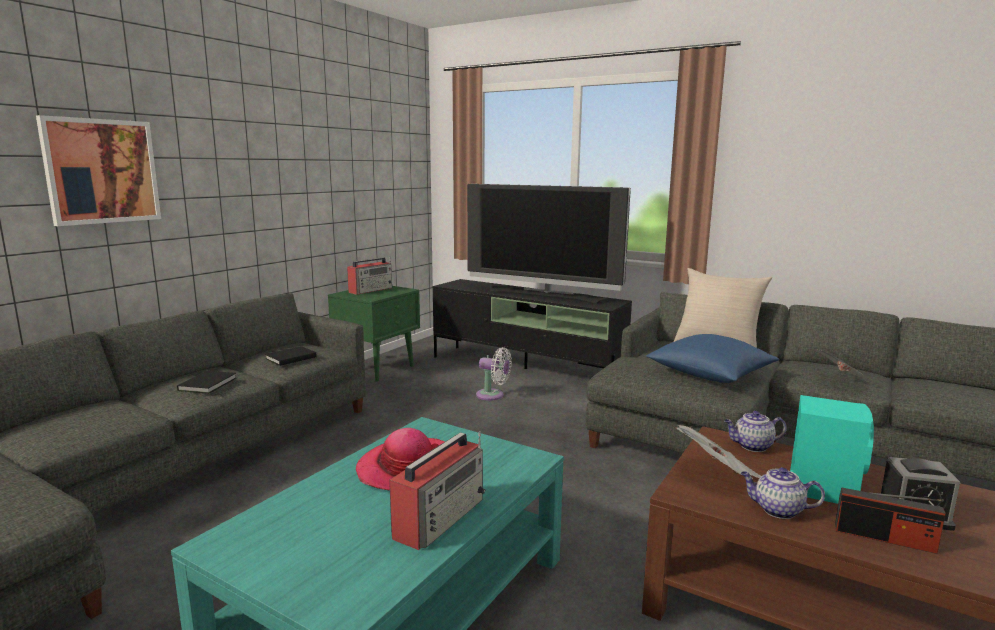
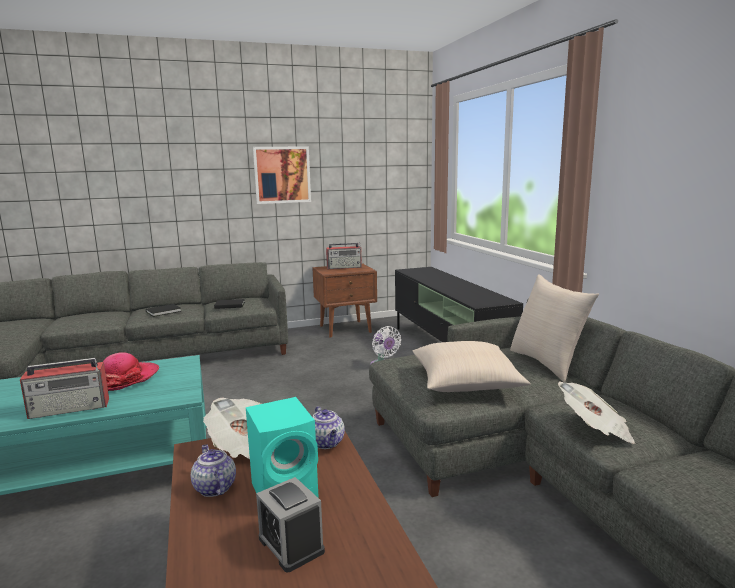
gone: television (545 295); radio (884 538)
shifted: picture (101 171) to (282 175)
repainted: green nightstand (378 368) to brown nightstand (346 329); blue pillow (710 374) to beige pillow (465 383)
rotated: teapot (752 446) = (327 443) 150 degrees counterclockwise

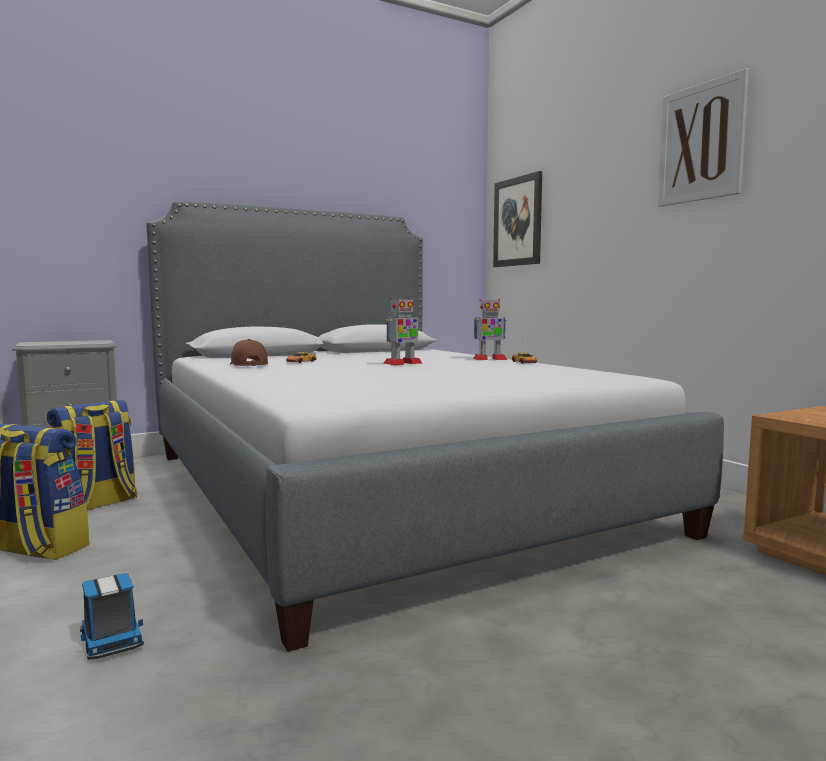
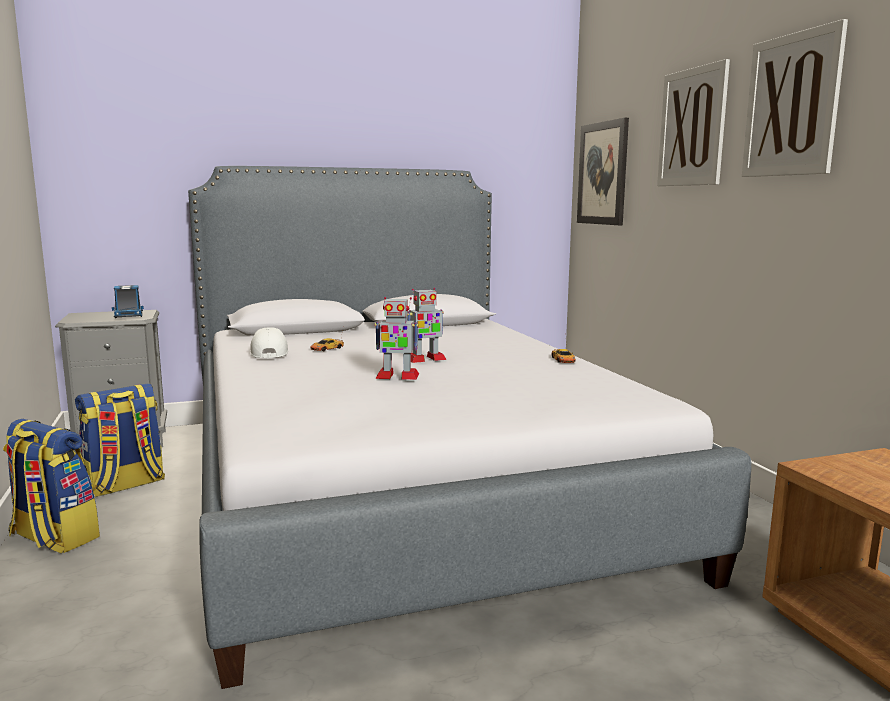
new: picture (692 127)
shifted: toy truck (111 640) to (128 316); toy robot (489 359) to (397 376)
repainted: brown cap (248 364) to white cap (269 353)

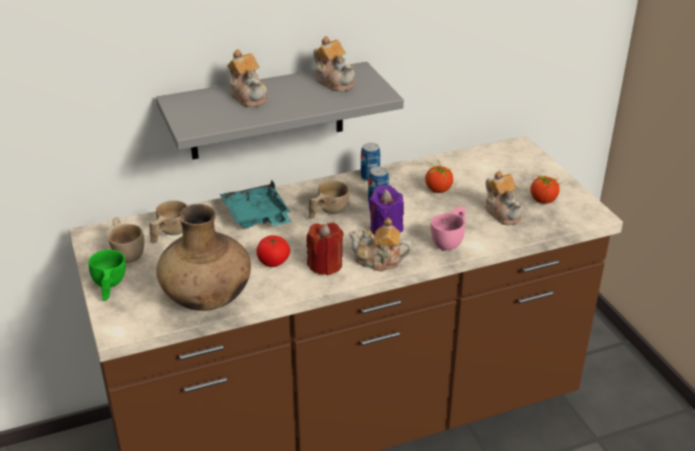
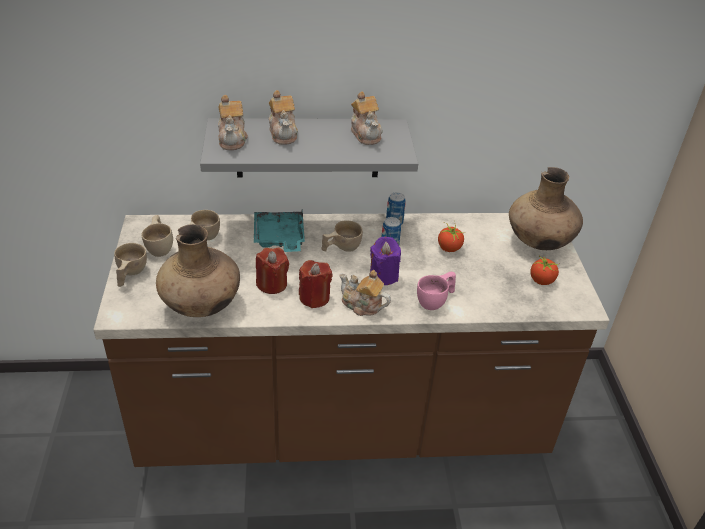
new: brown vase (539 241)
shifted: teapot (502 212) to (232 139)
swapped: tomato (273 262) to red candle (272 284)
repainted: green cup (108 287) to beige cup (129 274)

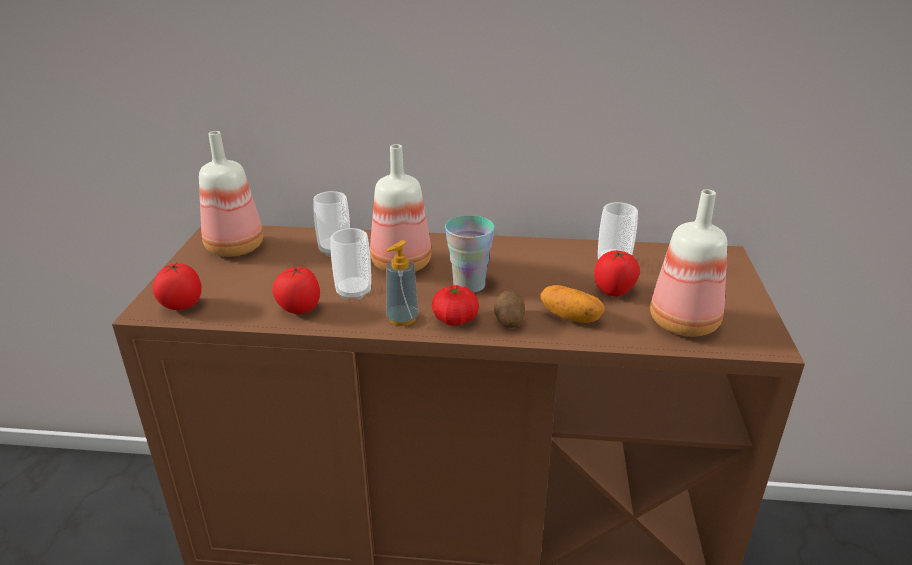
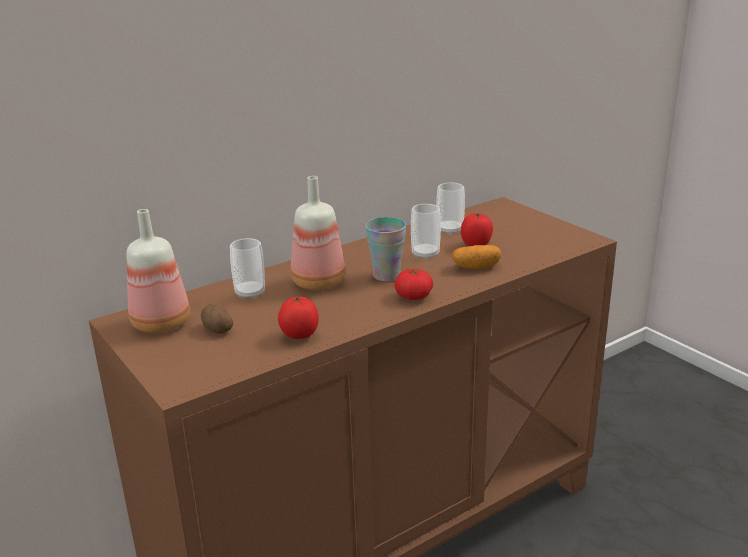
gone: tomato (181 306); soap dispenser (402 318); bottle (685 323)
shifted: potato (508 320) to (217 329); cup (353 292) to (425 255)

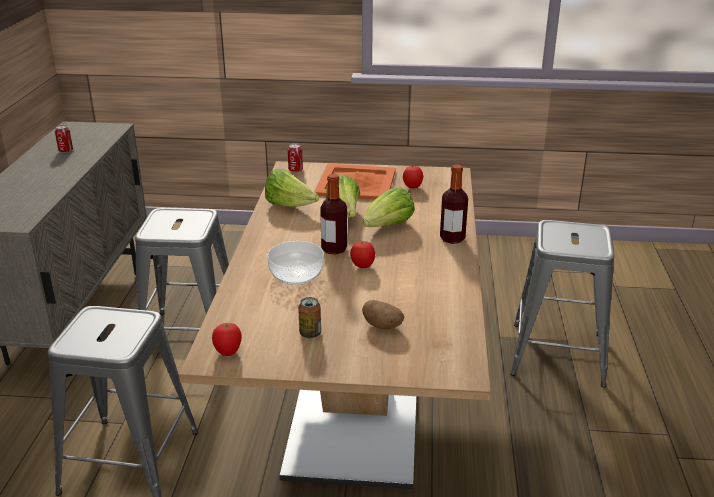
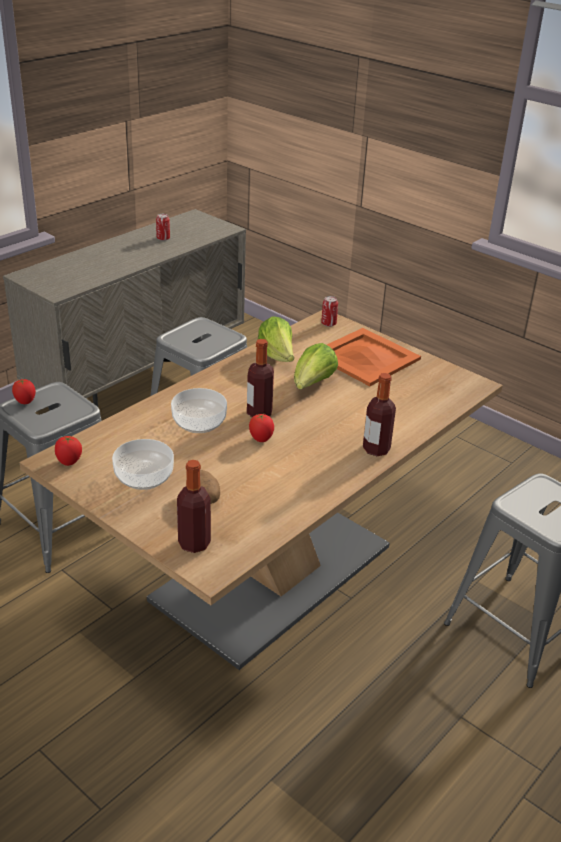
gone: lettuce (388 227)
new: bottle (194 543)
shifted: tomato (412 187) to (25 402)
swapped: can (310 333) to bowl (143 477)

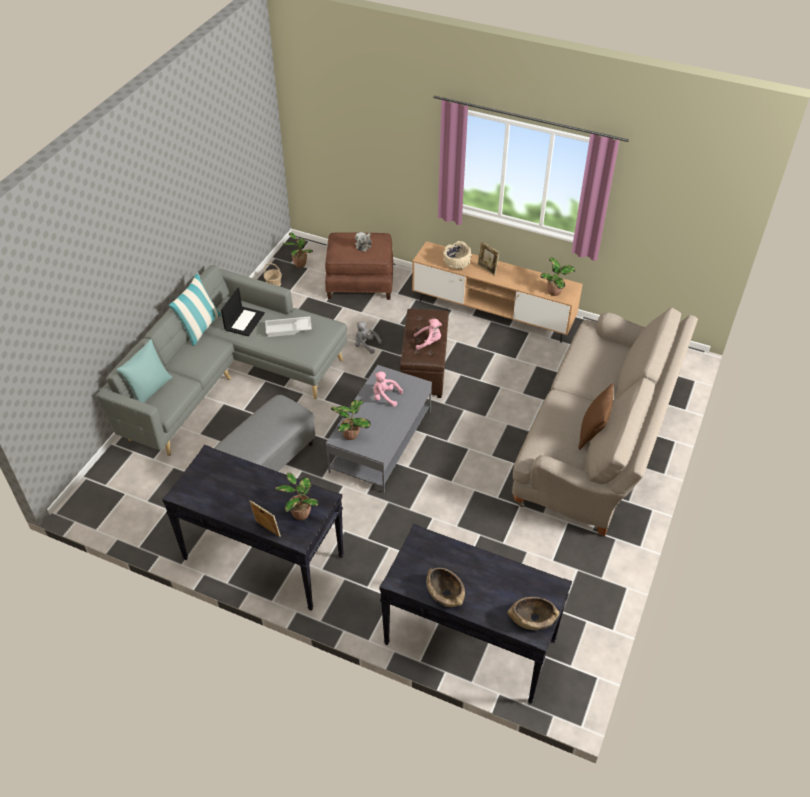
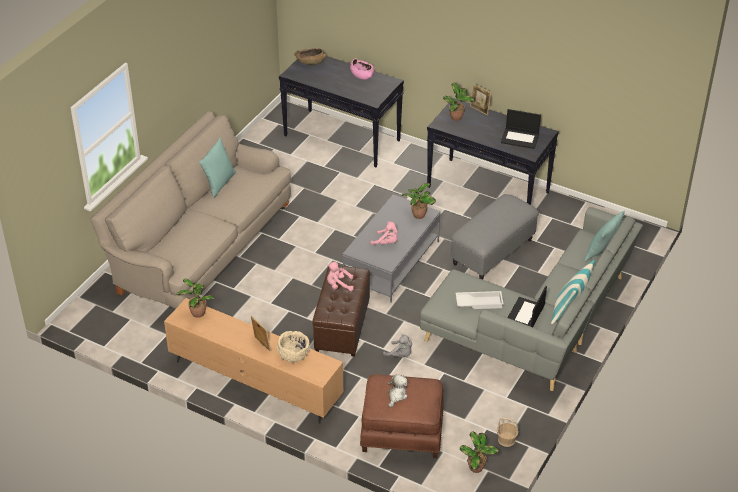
new: laptop (520 138)
repainted: brown pillow (592 433) to turquoise pillow (219 183); brown bowl (445 593) to pink bowl (361 75)

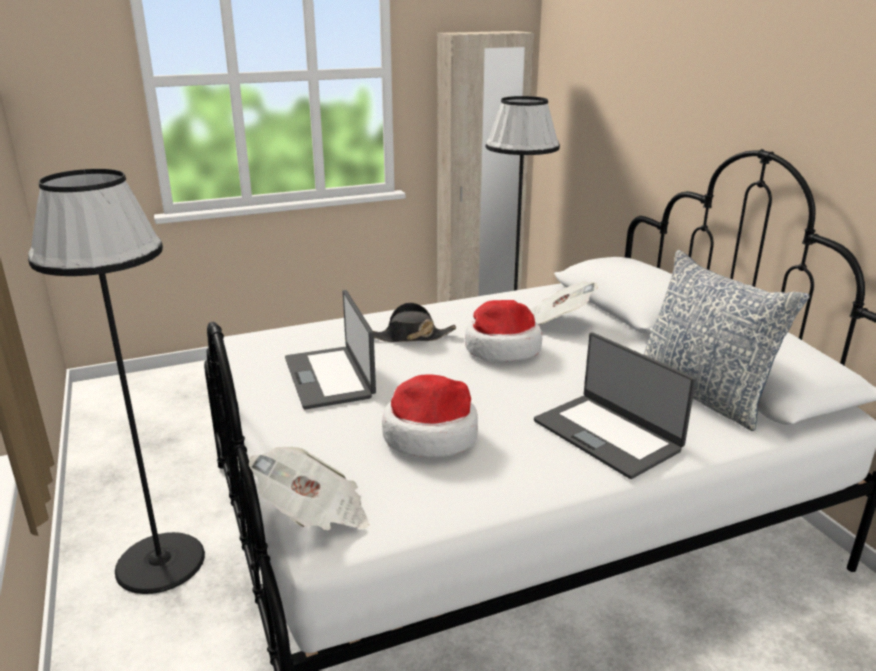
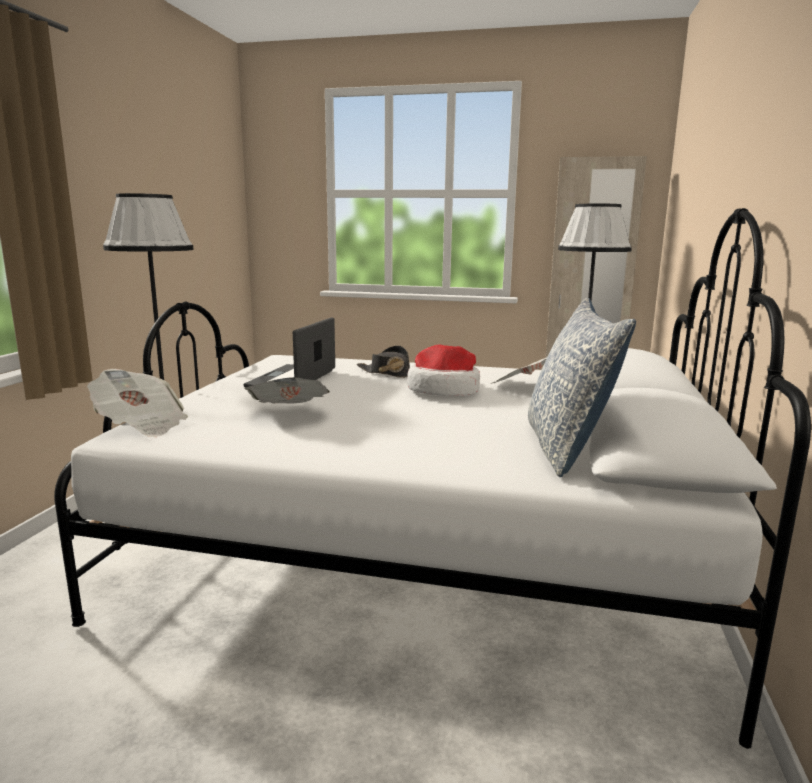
gone: laptop (607 435)
swapped: hat (430 435) to newspaper (289 414)

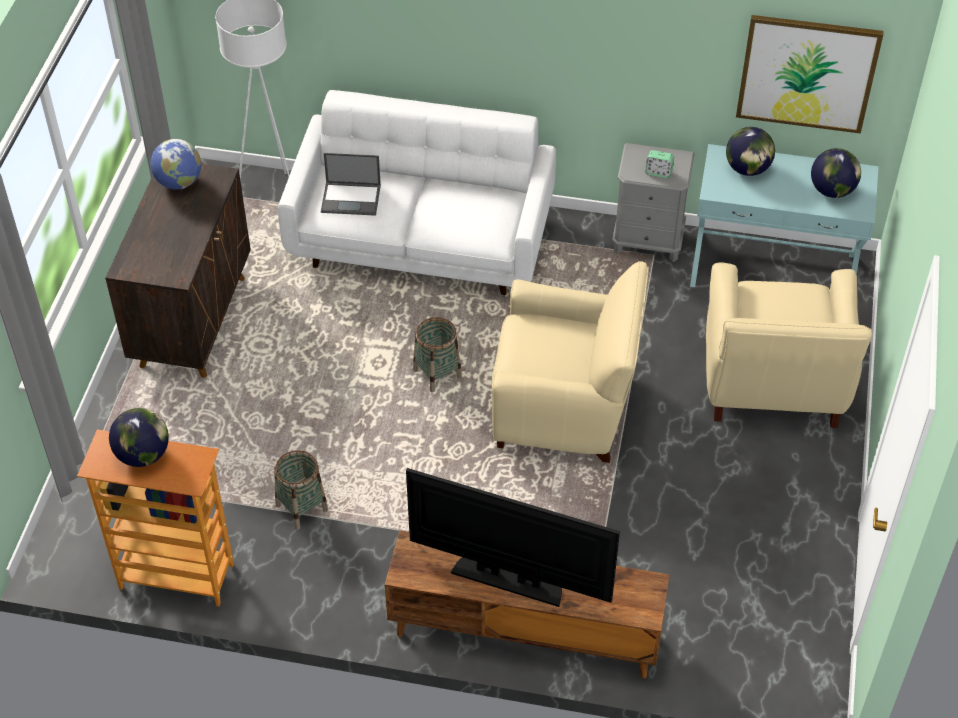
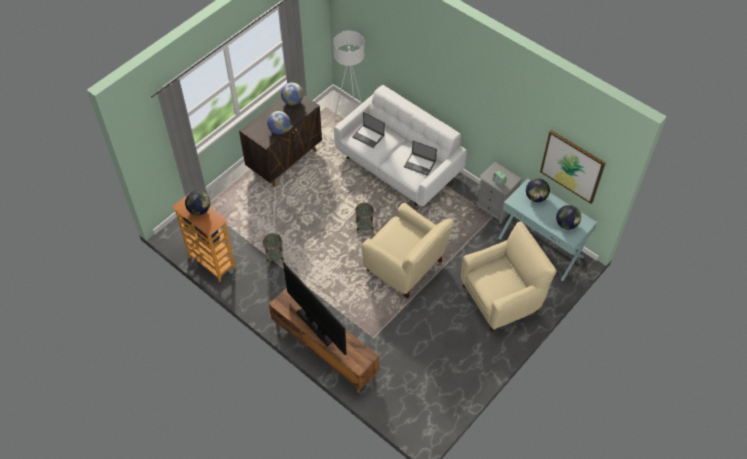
new: globe (279 130); laptop (420 164)
rotated: beige armchair (772 384) = (502 298) 150 degrees counterclockwise

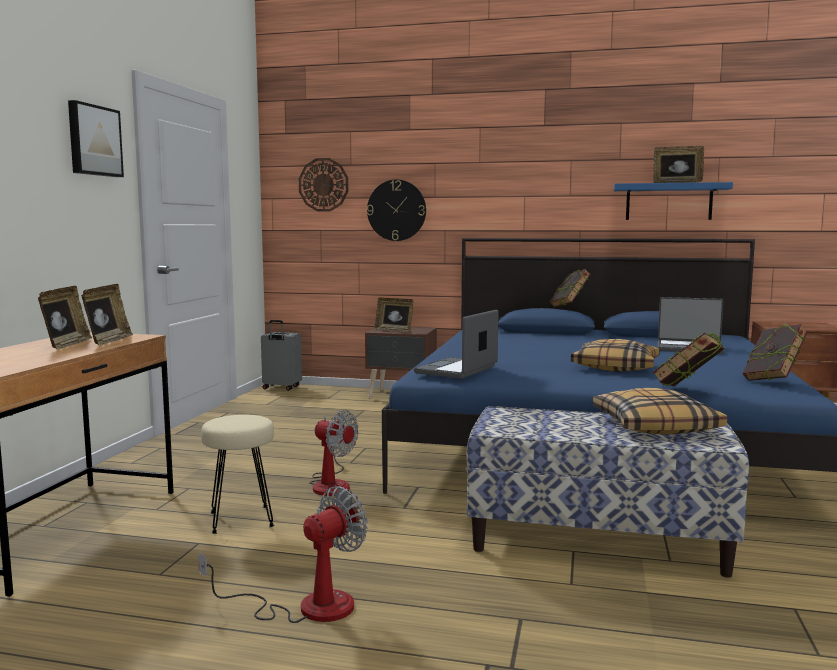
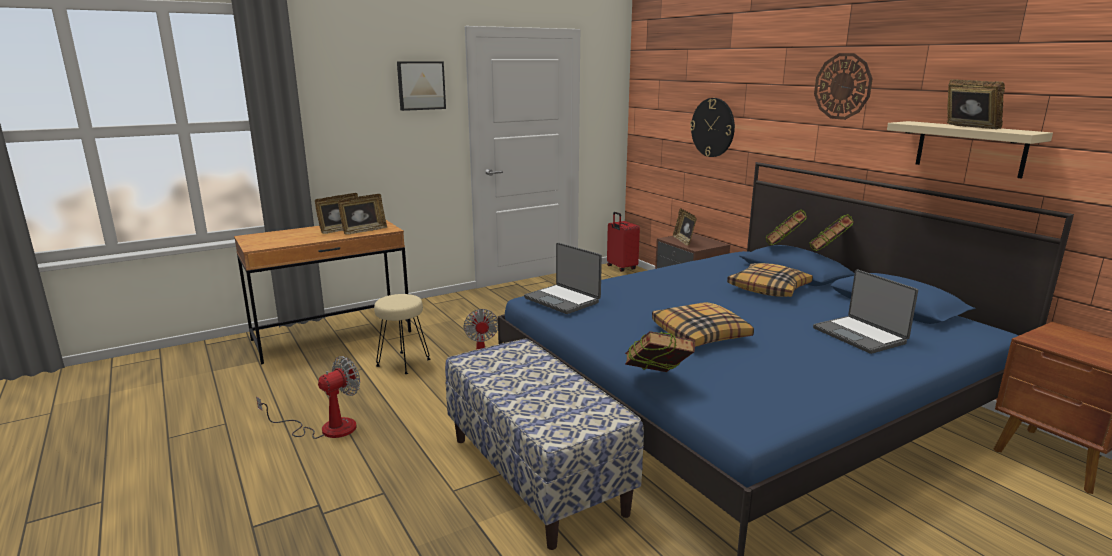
shifted: pillow (655 426) to (769 289); book (772 381) to (783 247); wall clock (323 185) to (843 86)
repainted: grey suitcase (281 388) to red suitcase (621 268); blue shelf (668 202) to beige shelf (970 148)
rotated: fan (306 606) = (326 428) 45 degrees counterclockwise; laptop (458 370) = (563 300) 120 degrees counterclockwise

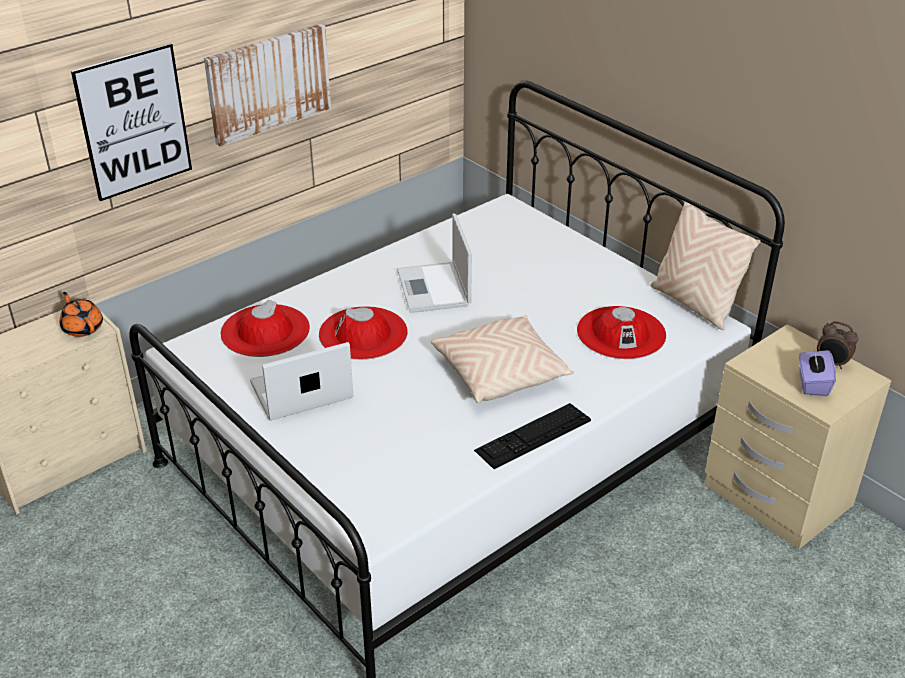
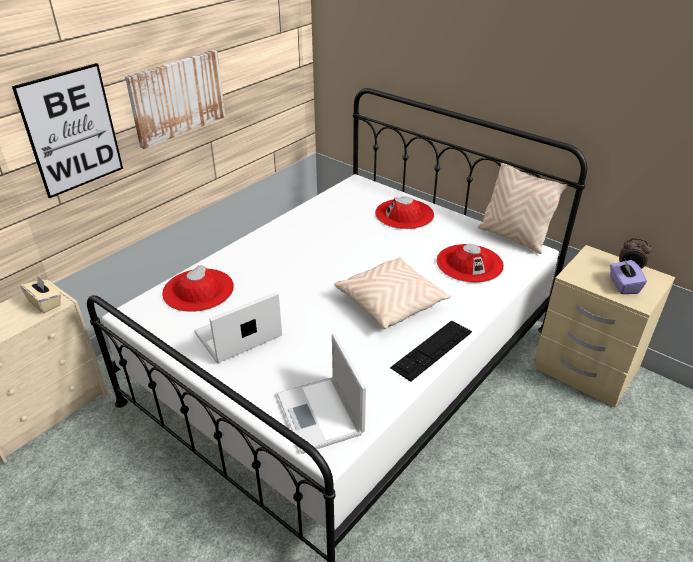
shifted: laptop (434 289) to (320 415); red hat (363 333) to (404 214)
swapped: orange teapot (82 327) to beige tissue box (45 303)

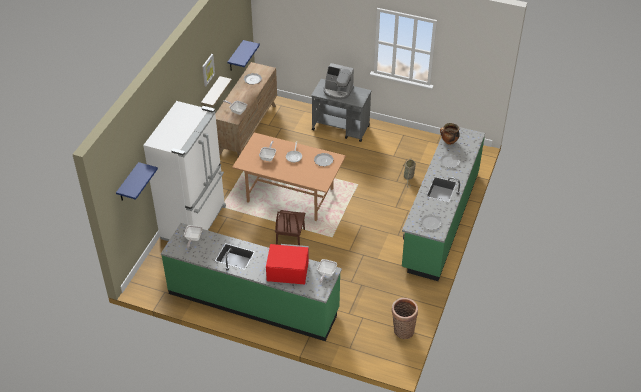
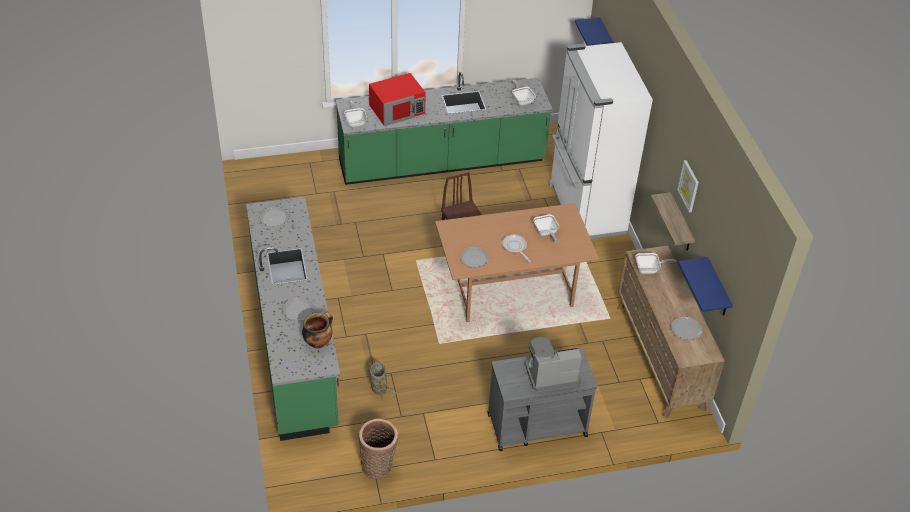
shifted: basket (402 330) to (378 466)

